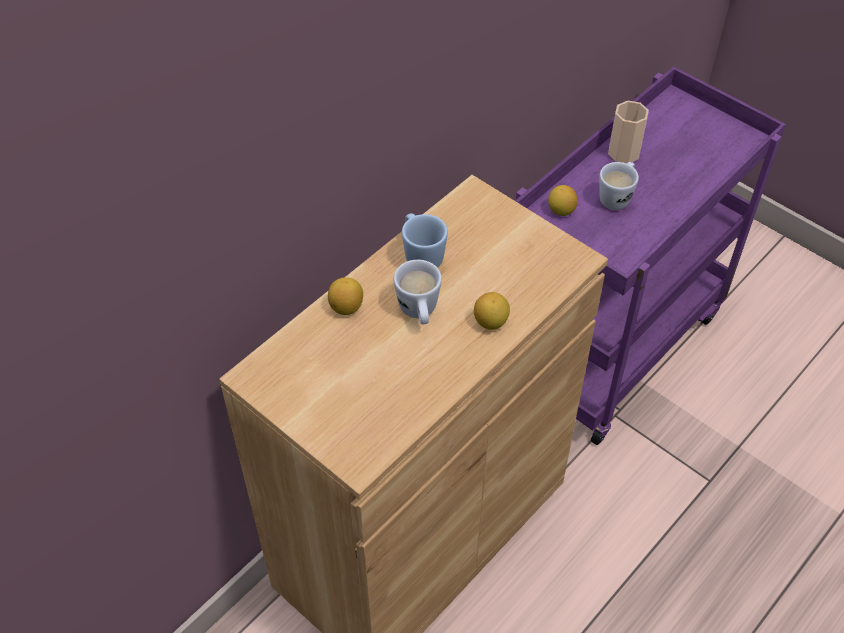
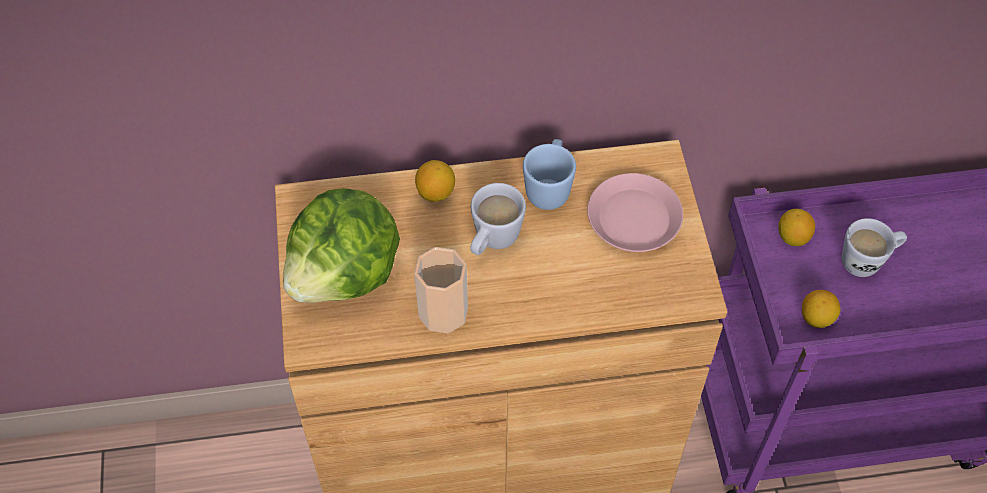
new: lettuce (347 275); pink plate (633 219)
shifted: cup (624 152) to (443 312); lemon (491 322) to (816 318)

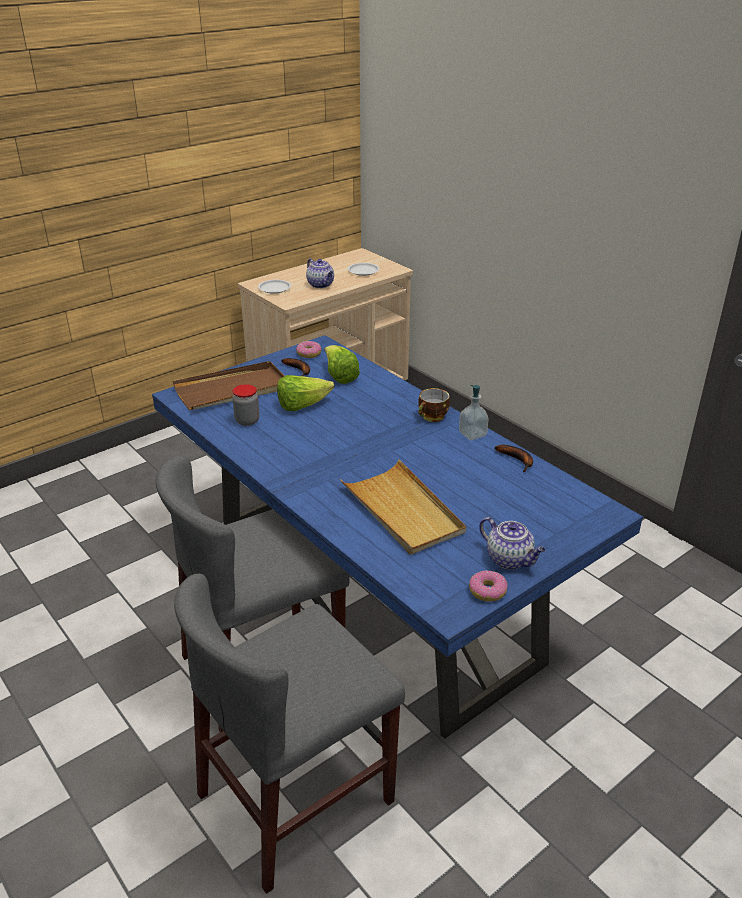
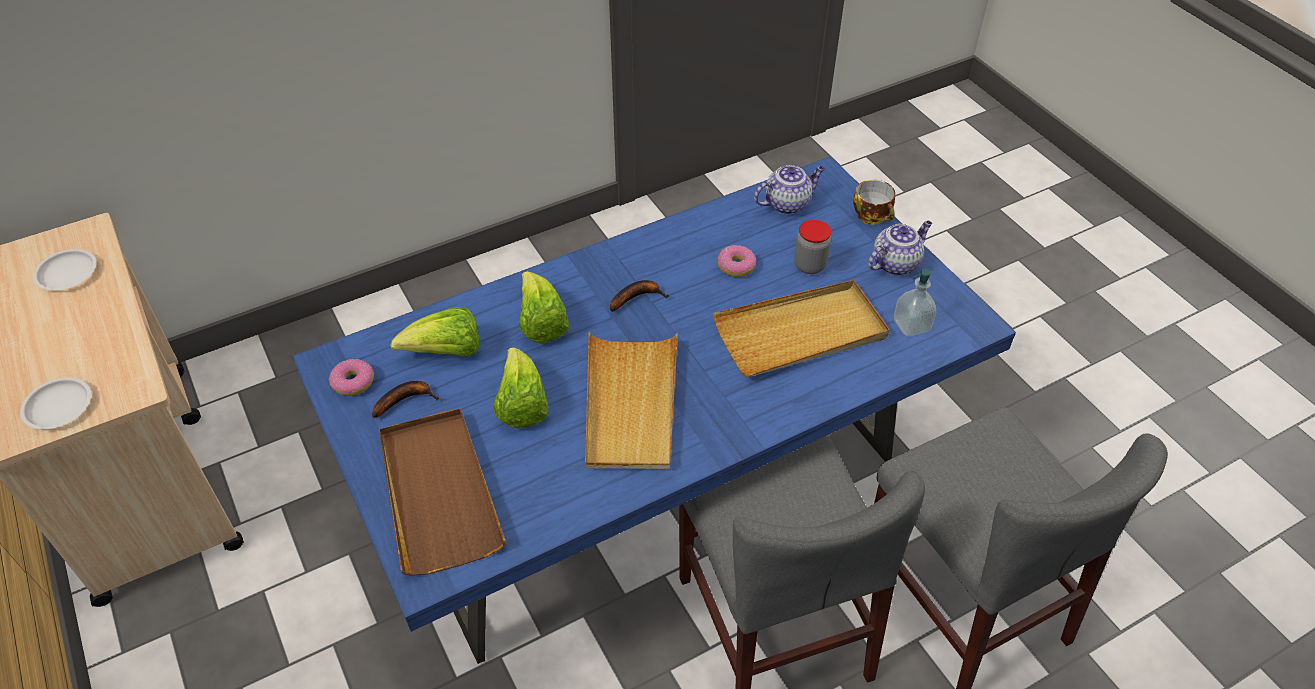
new: lettuce (541 324); beige tray (630 404)
shifted: banana (518 460) to (637 297); donut (487 591) to (736 266); teapot (321 285) to (787 203); jar (247 421) to (810 265); cup (432 417) to (873 216); soap dispenser (472 434) to (911 325)

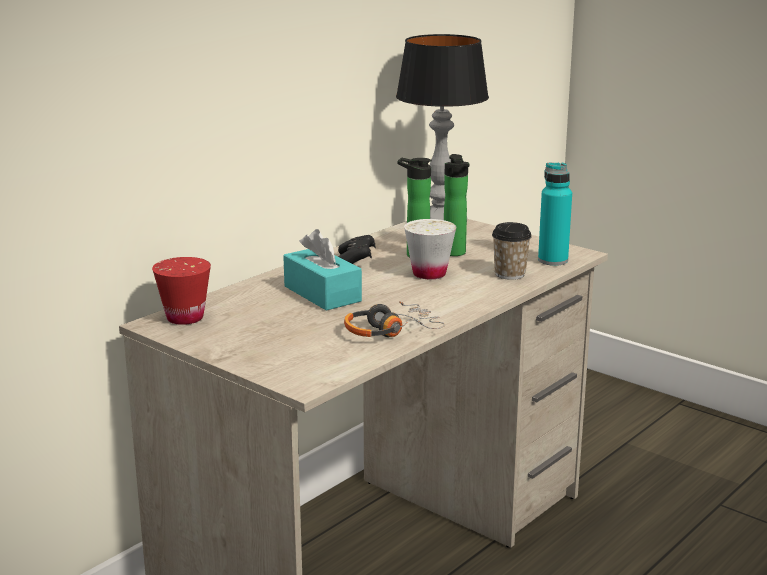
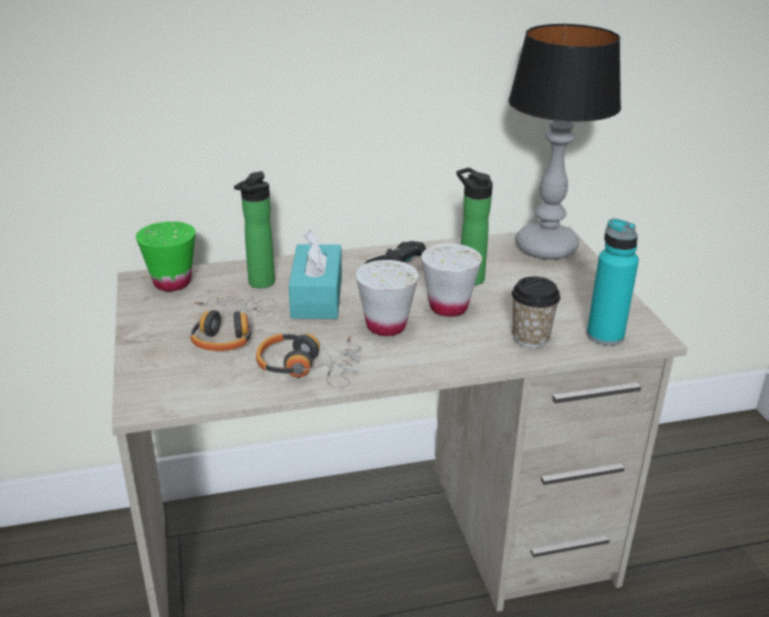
new: headphones (228 331); white cup (386 326)
shifted: bottle (455 254) to (259 284)
repainted: red cup (185 318) to green cup (172 283)

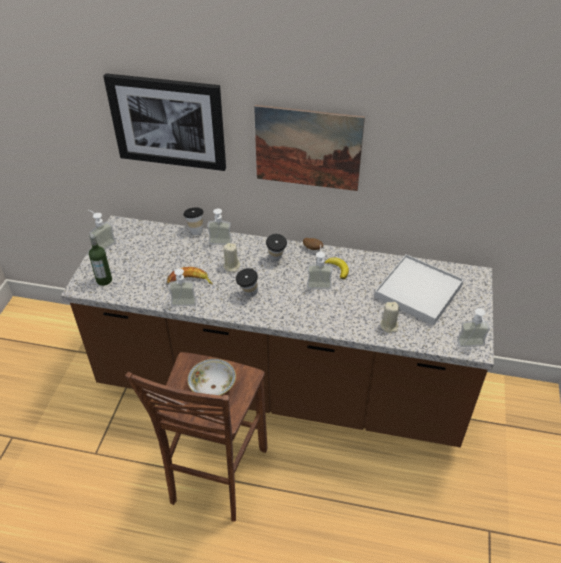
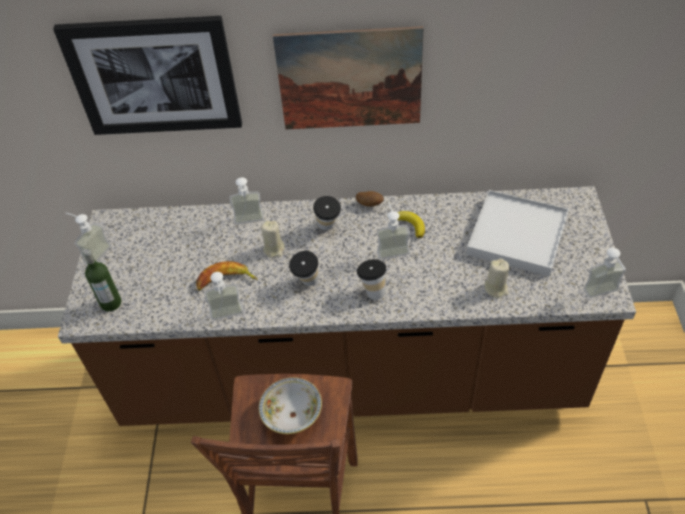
shifted: cup (195 230) to (372 290)

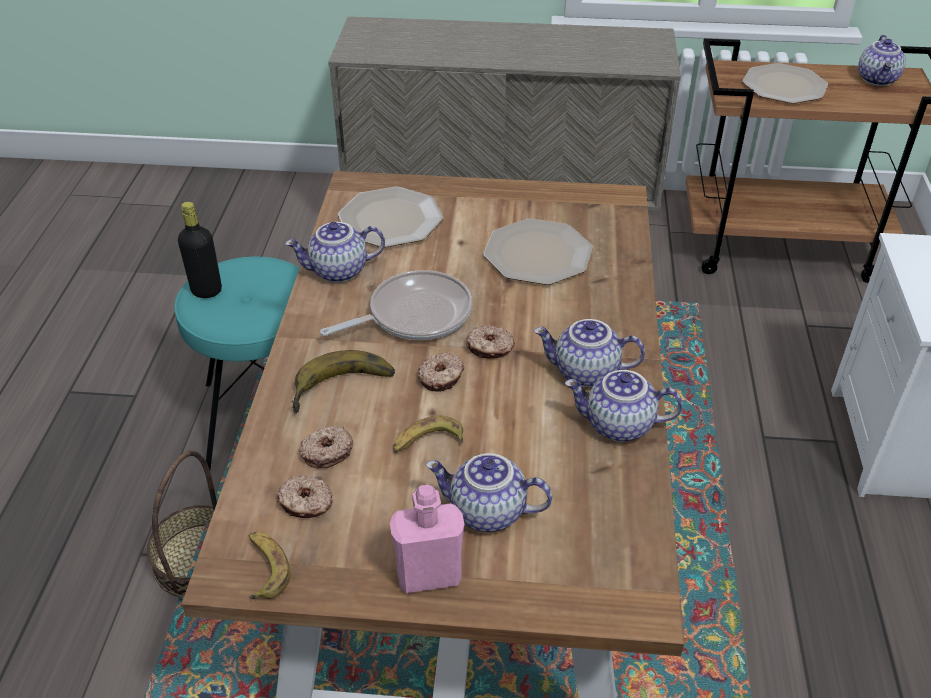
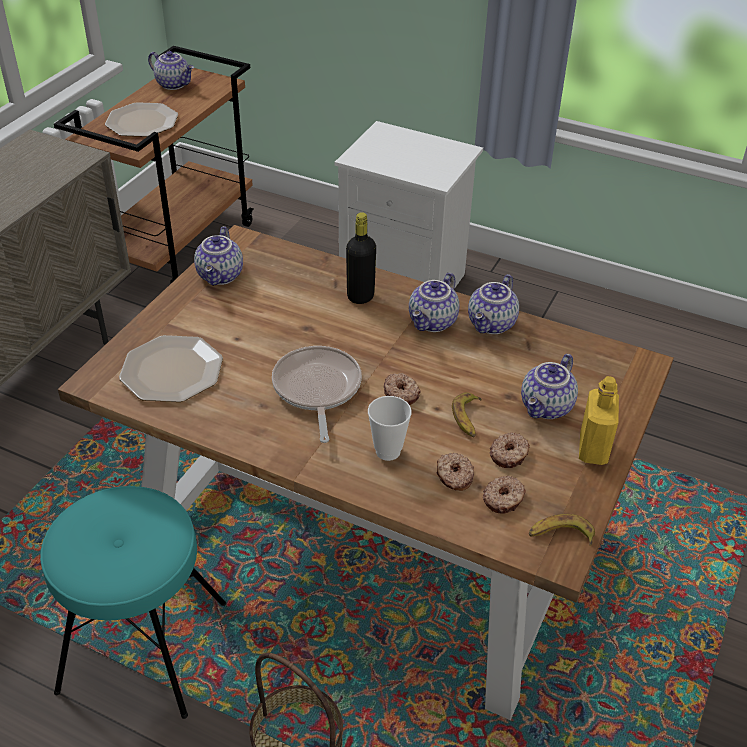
gone: plate (537 254)
shifted: teapot (338 272) to (221 276); black bottle (206 290) to (360 296); donut (489 348) to (509 455)
swapped: banana (344 390) to cup (388 451)
repainted: pink bottle (429 575) to yellow bottle (593 449)

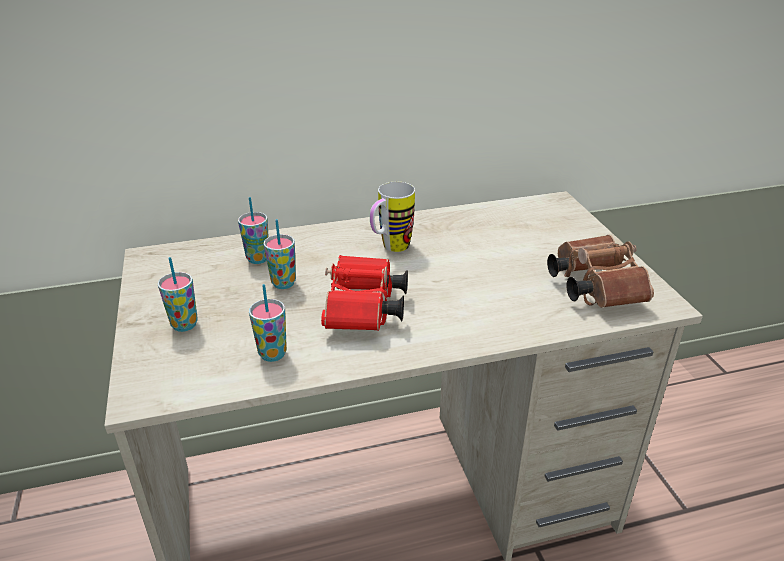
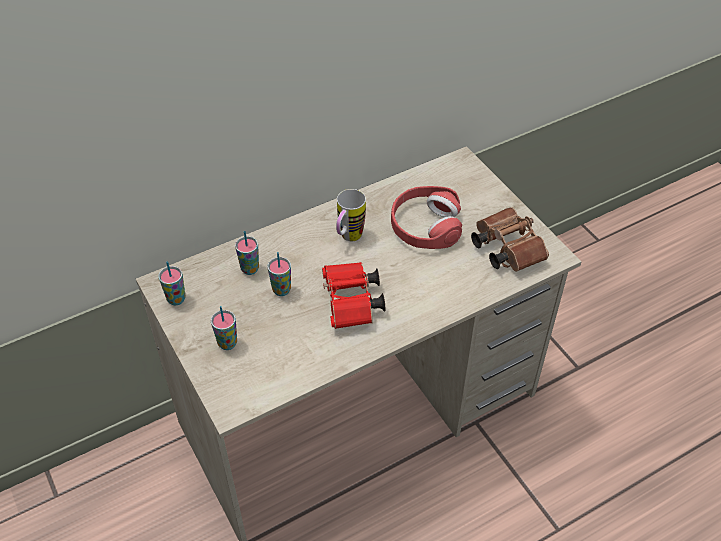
new: red headphones (425 226)
shifted: cup (272 354) to (176 299)

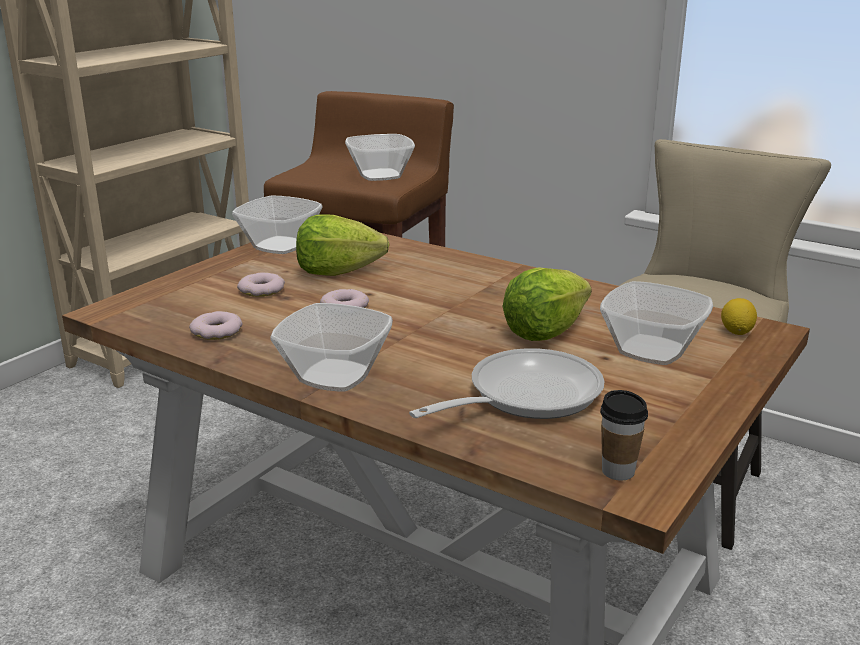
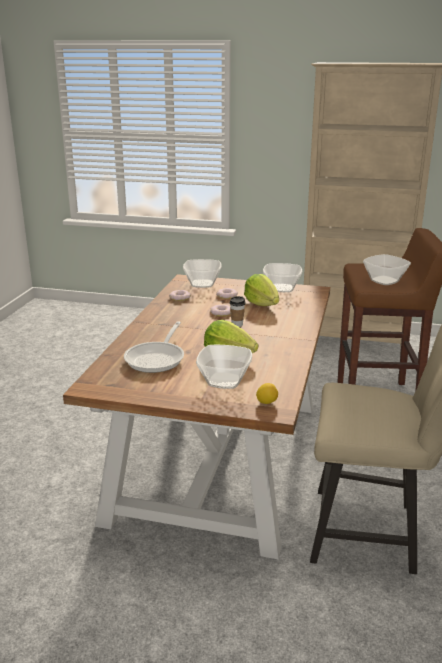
shifted: bowl (336 376) to (203 284); cup (618 471) to (237 325)
rotated: frying pan (524 396) = (157 358) 75 degrees clockwise

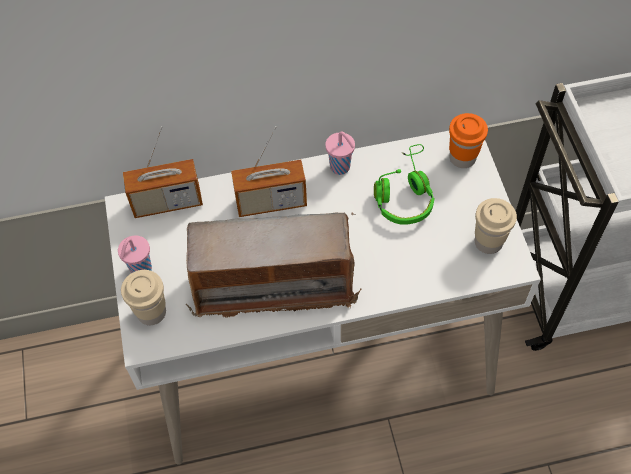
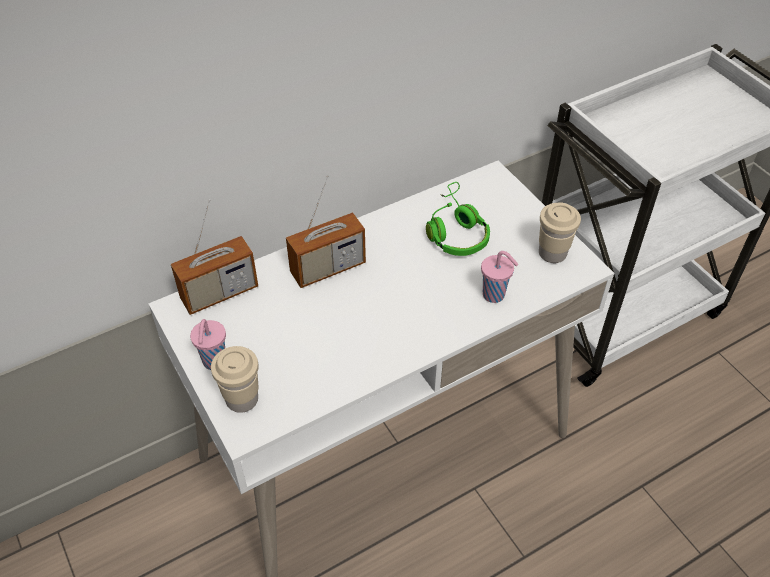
gone: radio (274 284); orange cup (462 158)
shifted: pink cup (341 167) to (495 295)

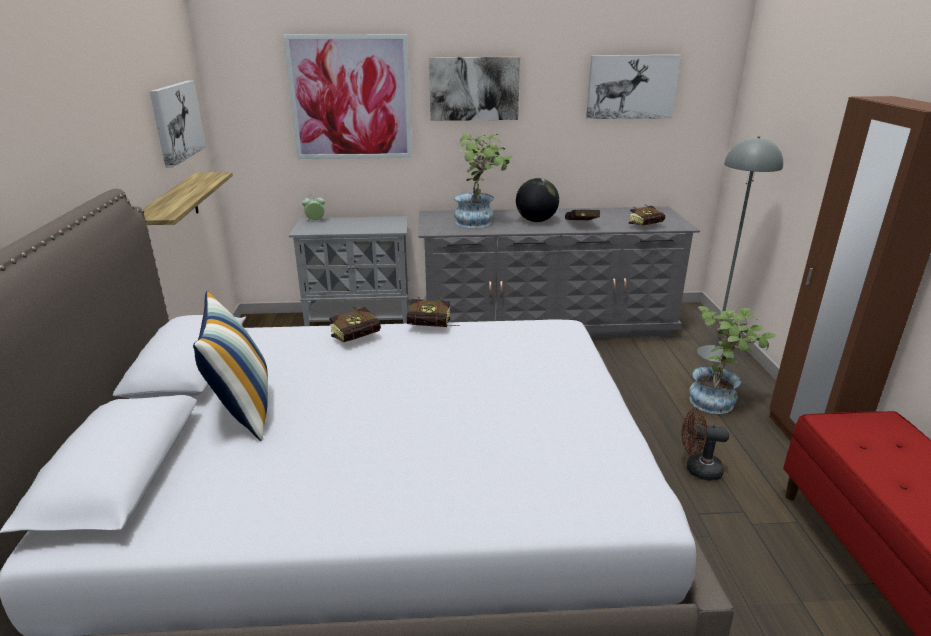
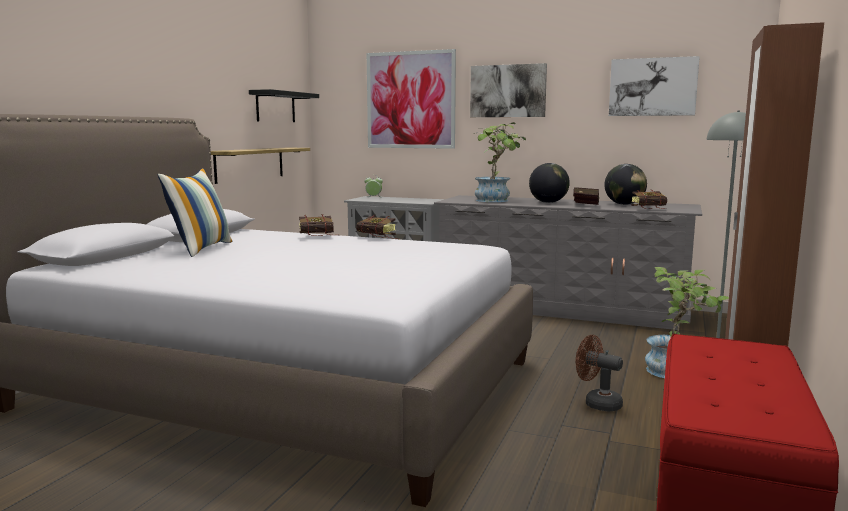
new: globe (624 204)
swapped: picture (177 121) to black shelf (275 107)

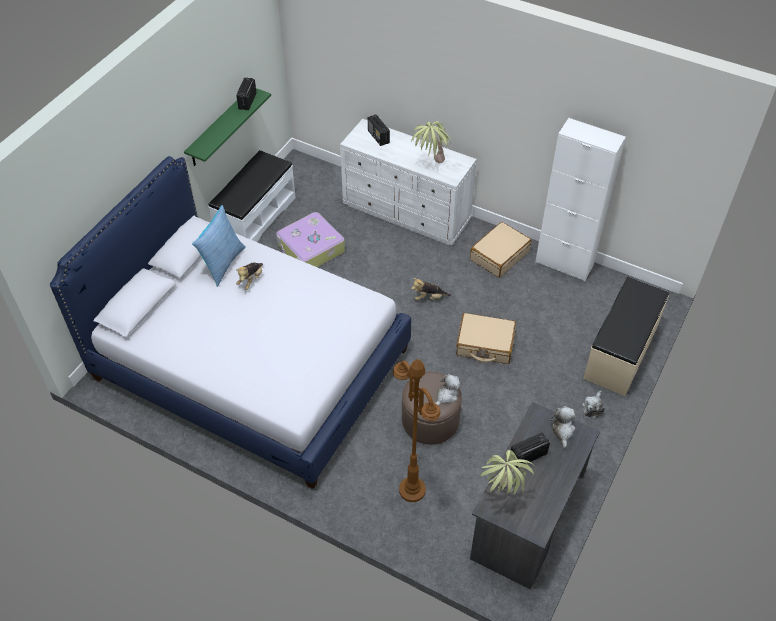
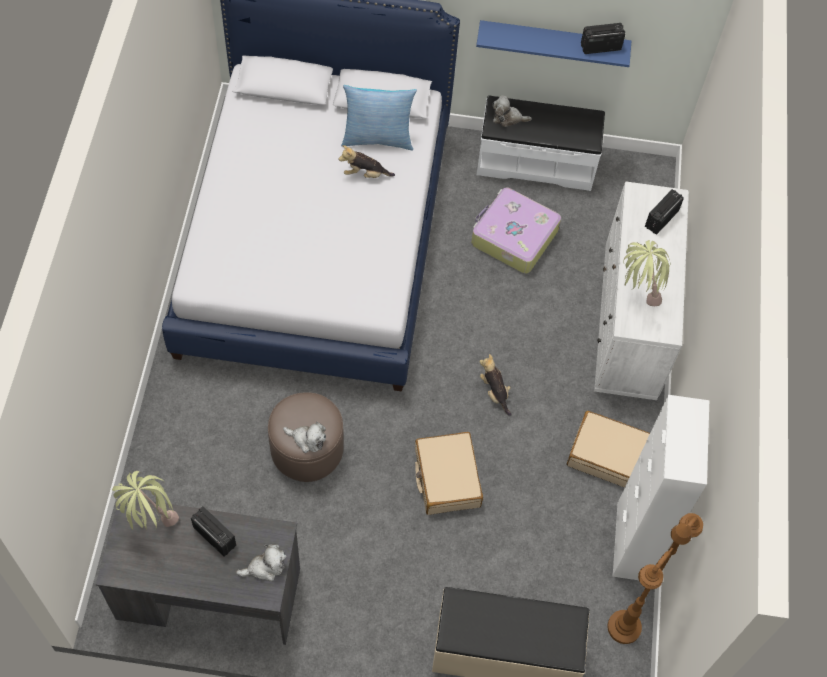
shifted: plush toy (592 407) to (508 118); brown floor lamp (412 490) to (624 627)
repainted: green shelf (220 127) to blue shelf (553 41)

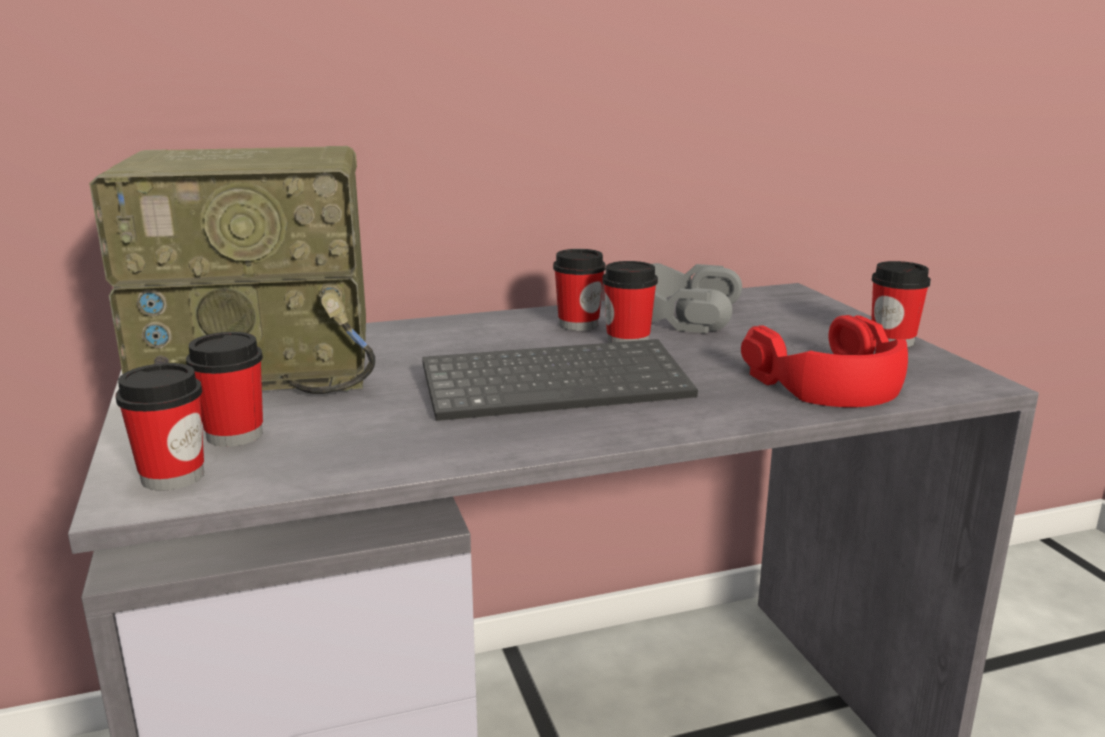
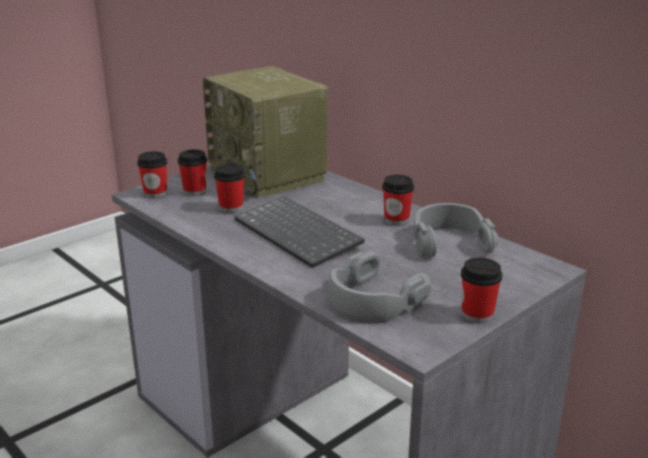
shifted: cup (628 340) to (231 208)
repainted: red headphones (829 381) to grey headphones (372 300)

